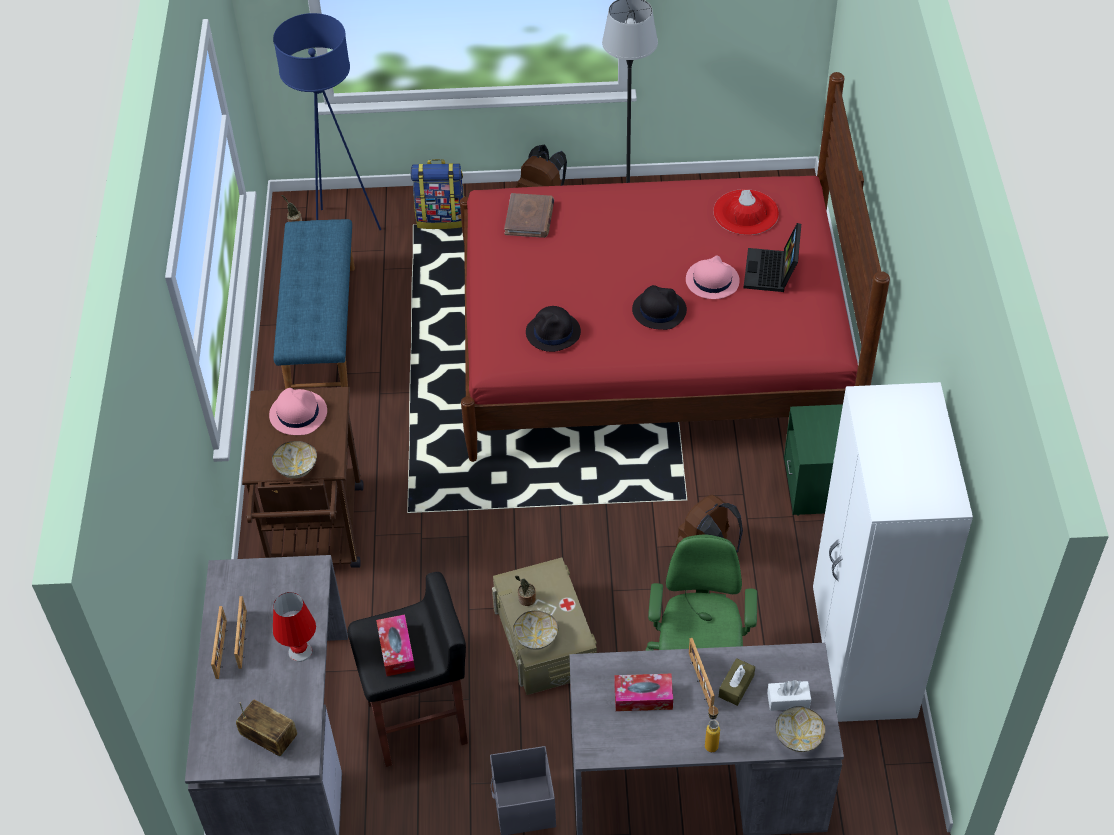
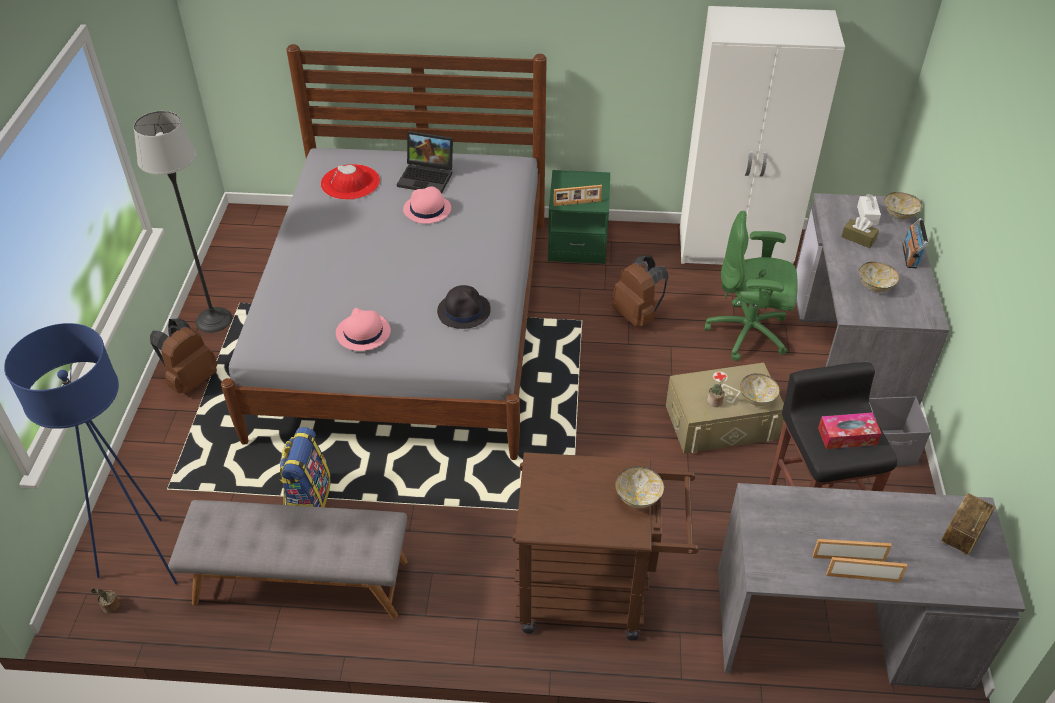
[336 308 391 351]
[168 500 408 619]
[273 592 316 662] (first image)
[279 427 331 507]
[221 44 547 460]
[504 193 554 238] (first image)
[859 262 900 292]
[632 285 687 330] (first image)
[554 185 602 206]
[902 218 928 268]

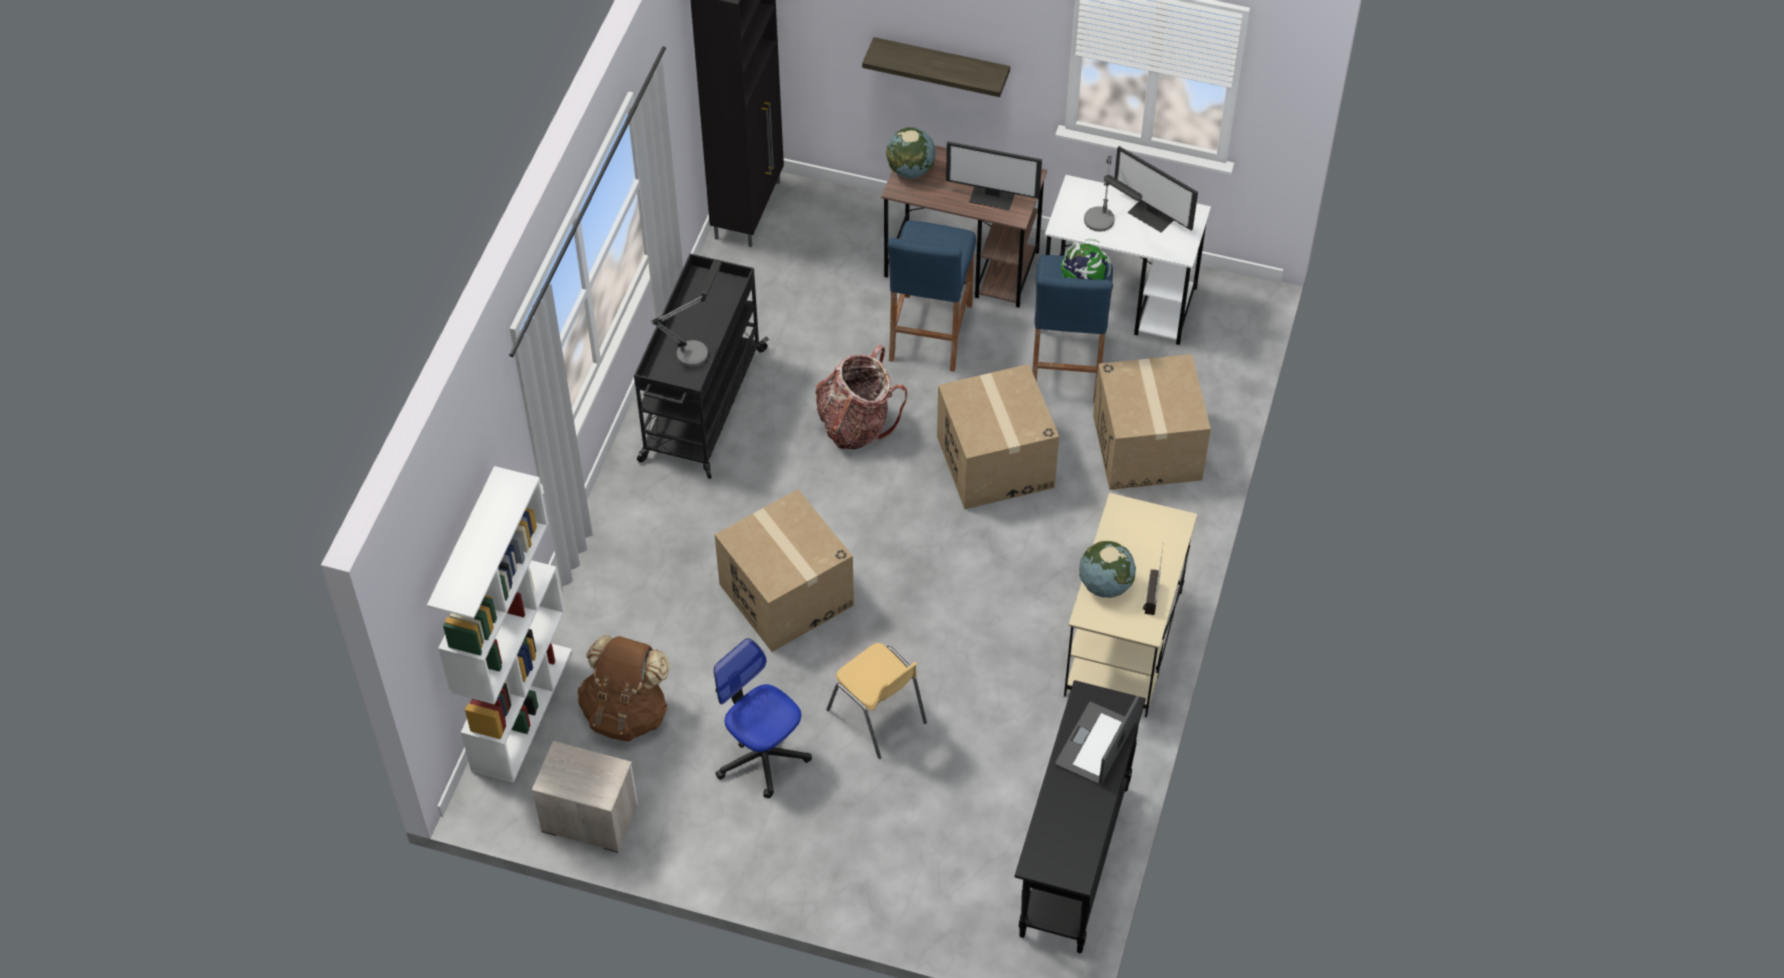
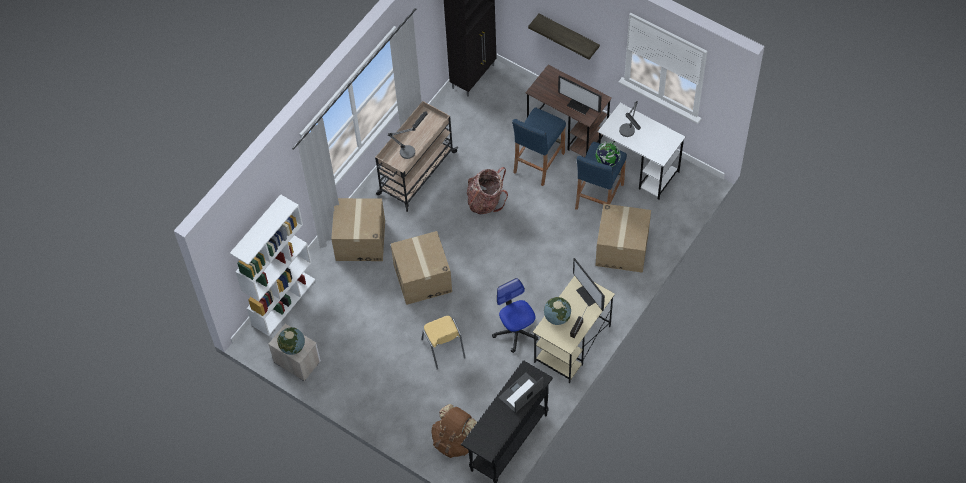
[431 404 477 458]
[375 101 458 212]
[492 278 538 353]
[277 327 305 355]
[331 198 385 261]
[573 258 605 311]

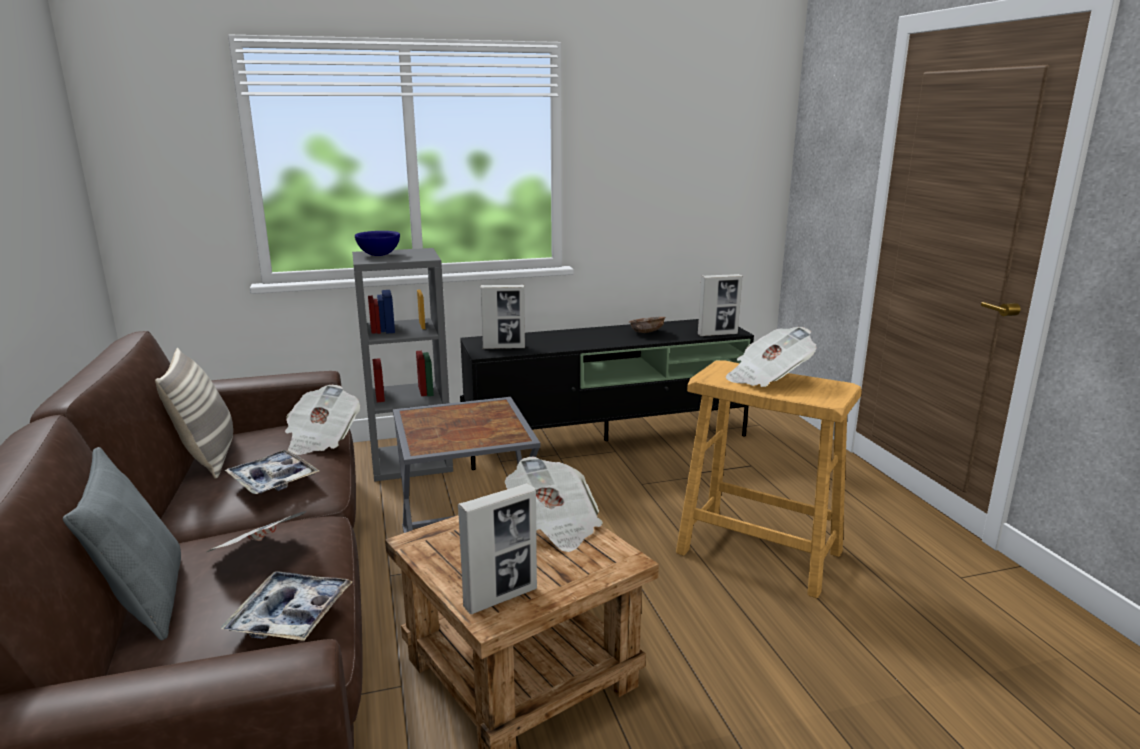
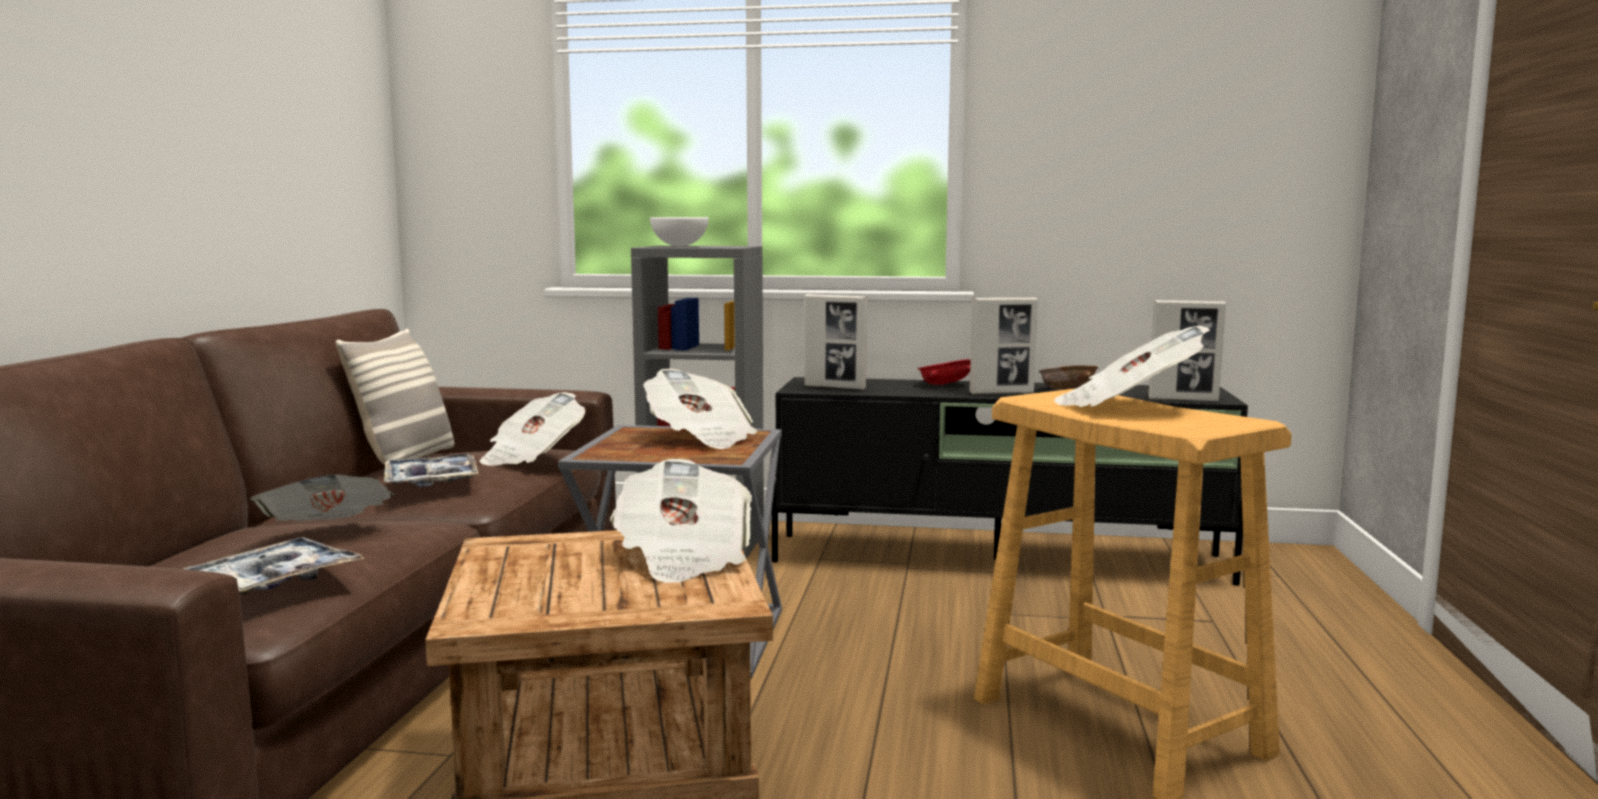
[63 447 181 640] (first image)
[650 217 709 246]
[969 297 1038 394]
[643 369 757 449]
[918 359 971 385]

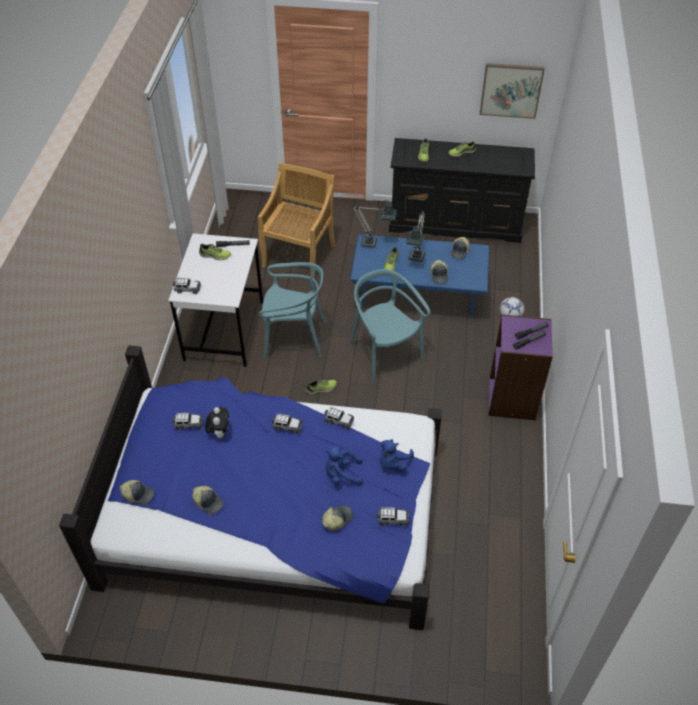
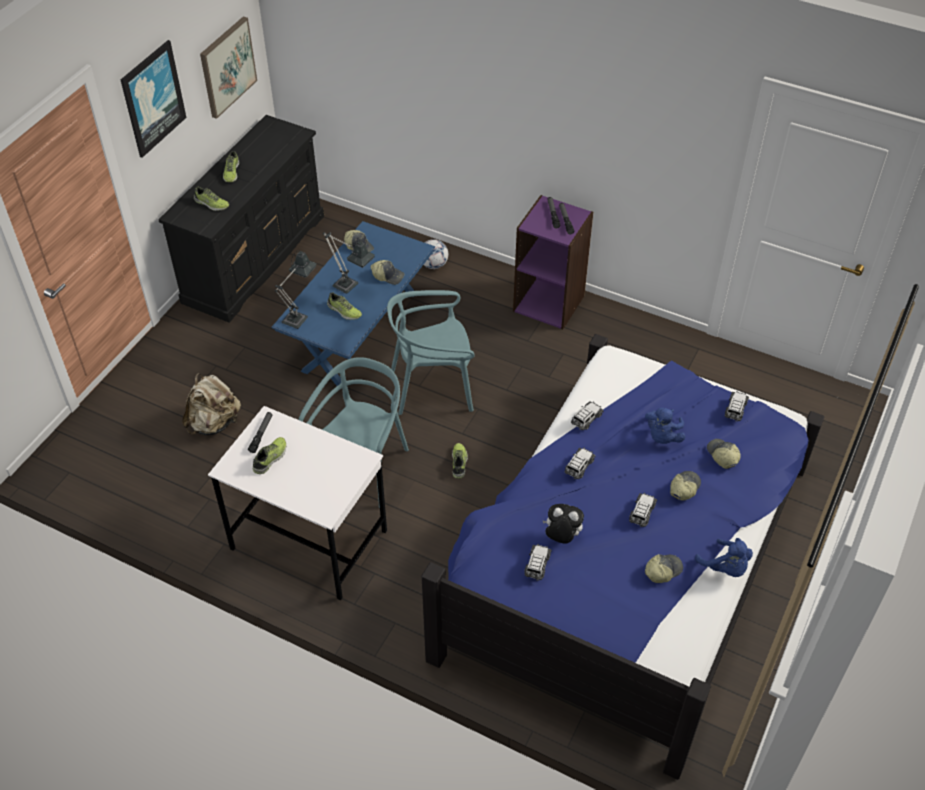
[670 471 701 501]
[629 493 657 527]
[182 373 241 435]
[695 538 753 577]
[121 40 187 158]

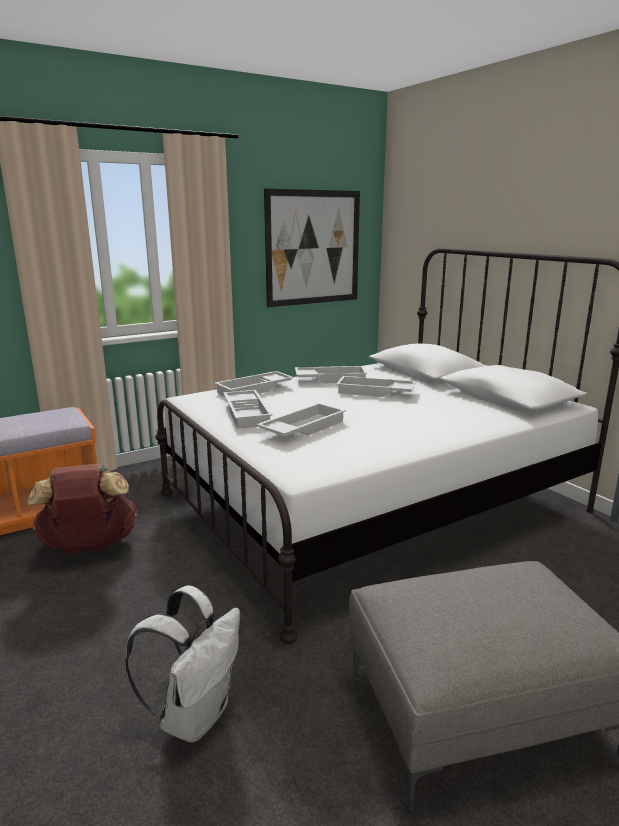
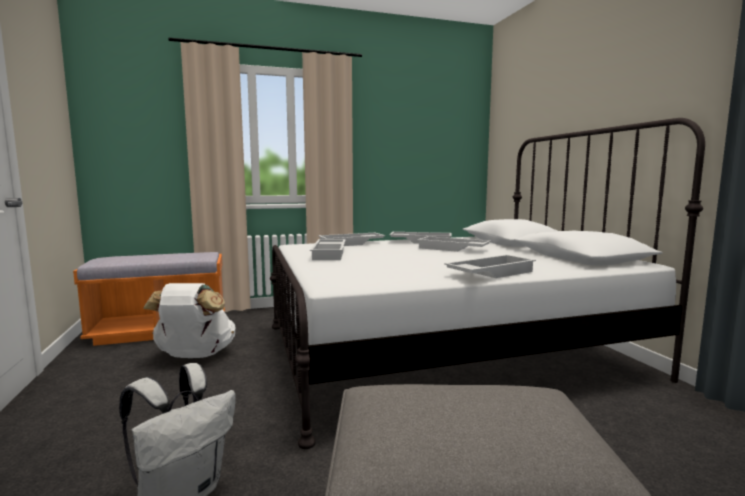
[143 283 236 358]
[444 255 536 278]
[264 189 360 307] (first image)

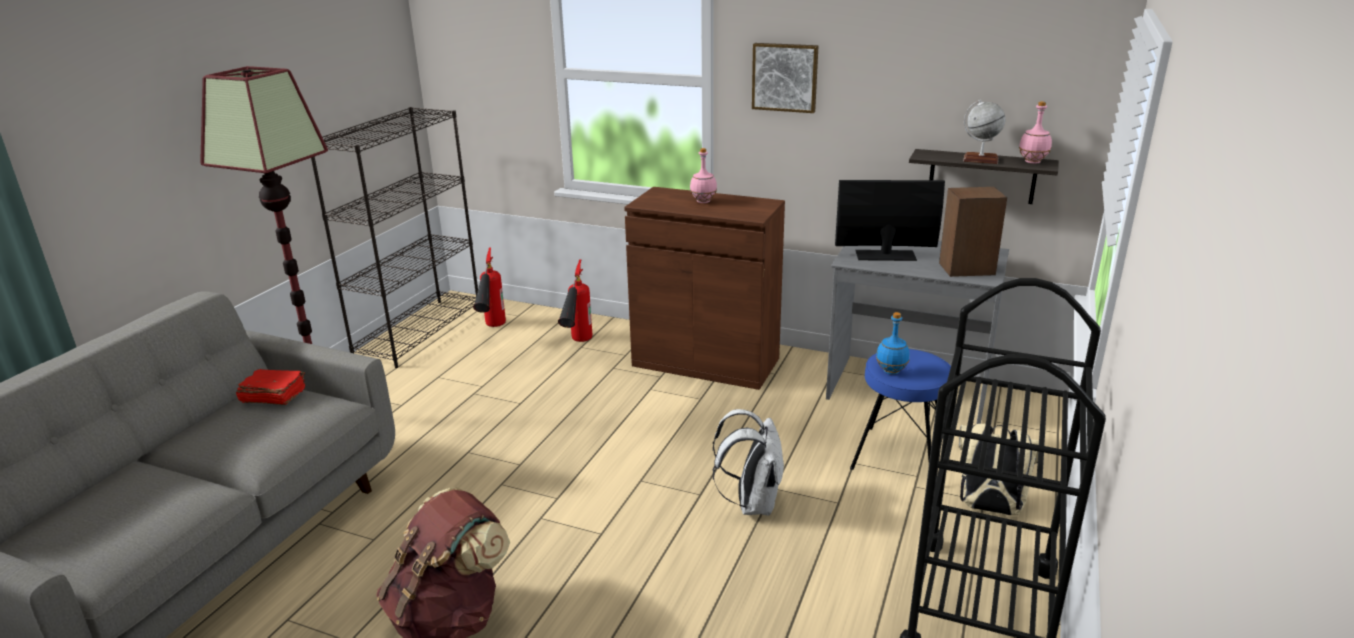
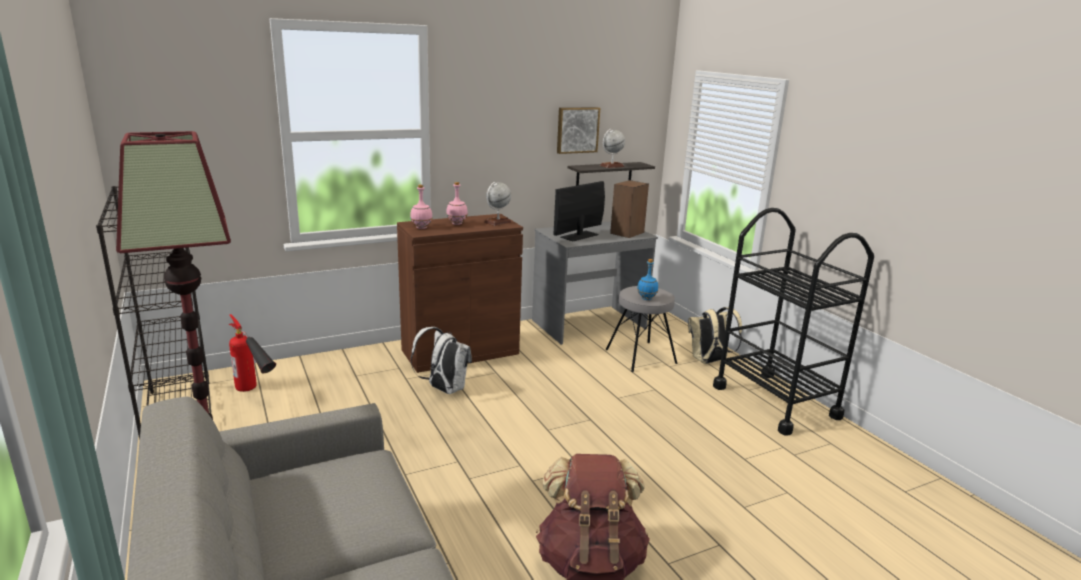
[236 369 305 405] (first image)
[558 259 592 342] (first image)
[411 327 472 394]
[557 107 600 154]
[605 286 678 372]
[410 184 433 229]
[484 182 512 226]

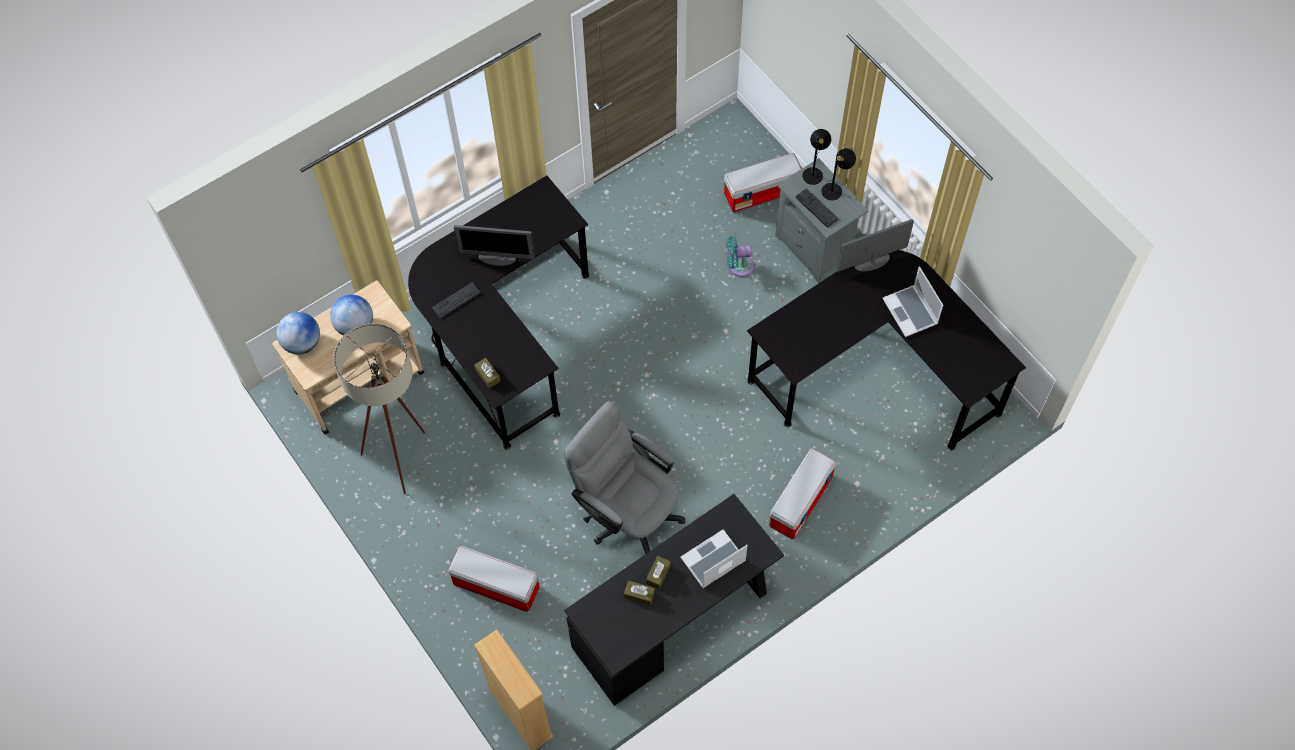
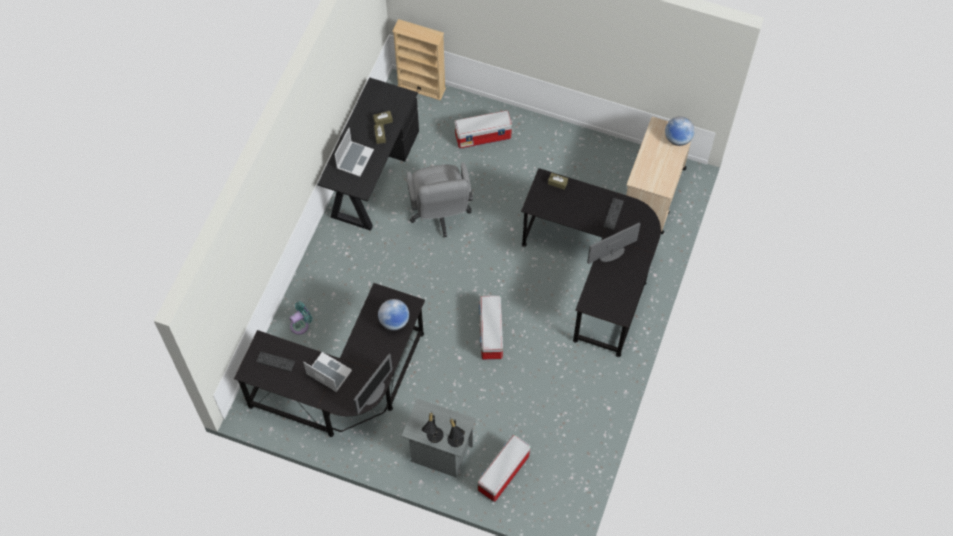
[378 299 409 330]
[333 323 425 494] (first image)
[406 162 473 237]
[289 301 313 335]
[479 295 503 360]
[256 352 295 372]

